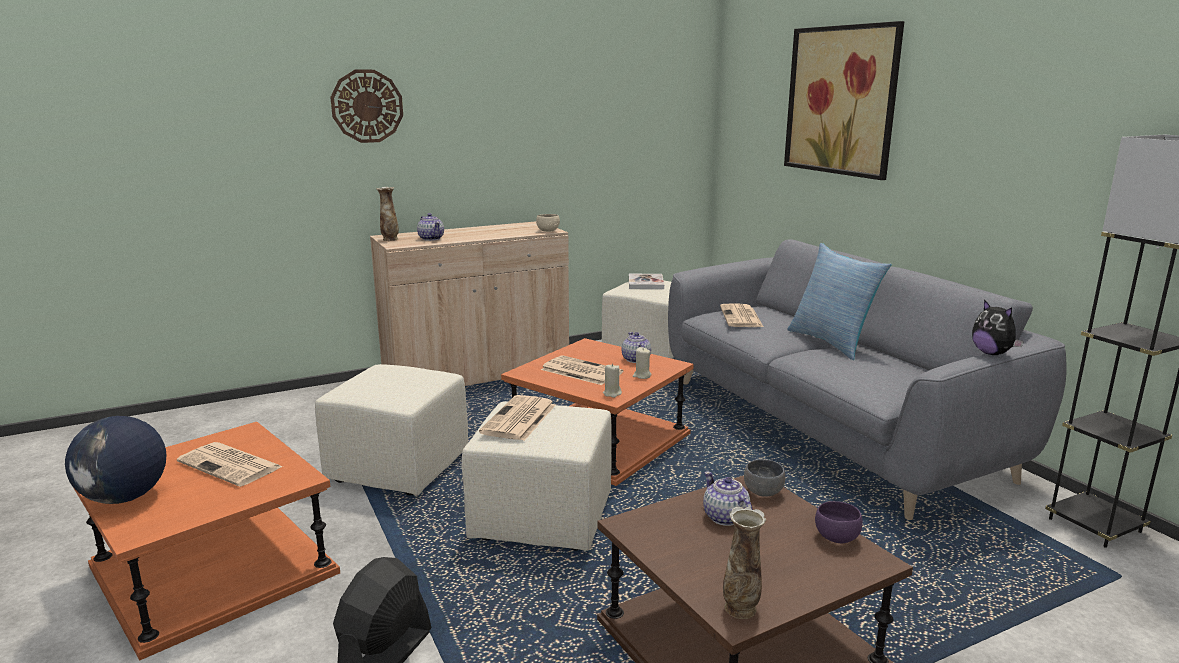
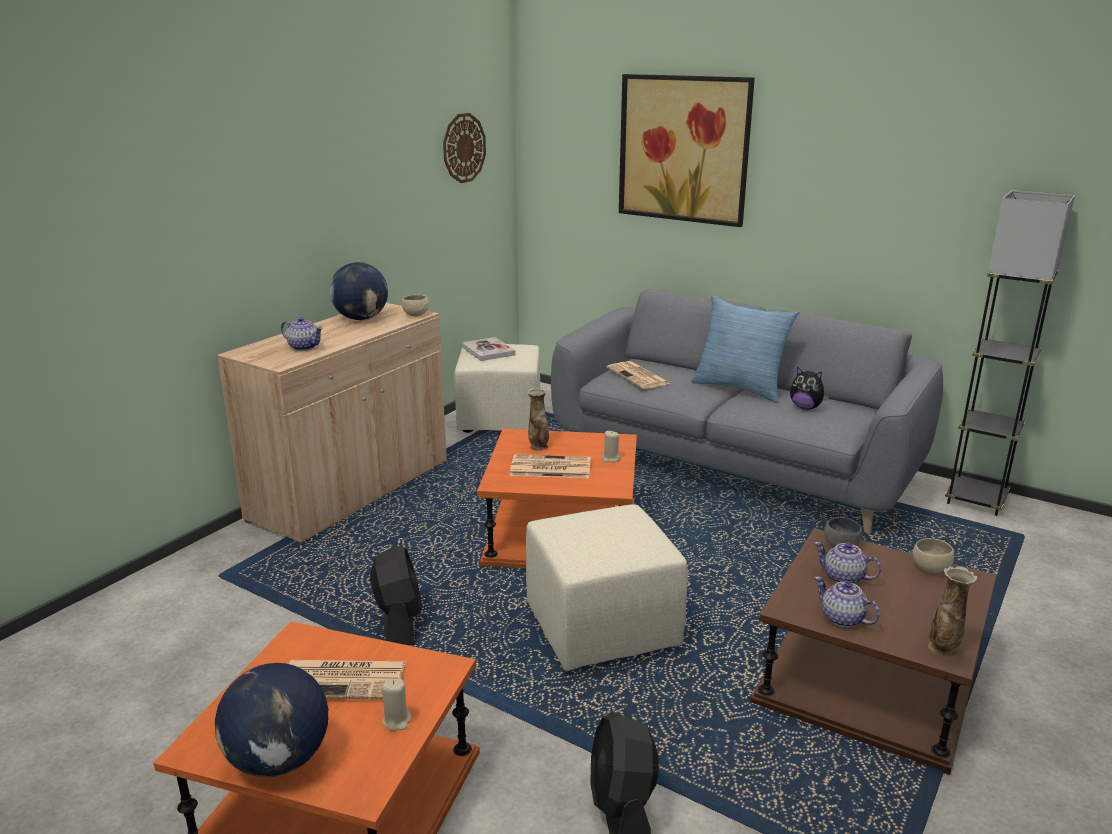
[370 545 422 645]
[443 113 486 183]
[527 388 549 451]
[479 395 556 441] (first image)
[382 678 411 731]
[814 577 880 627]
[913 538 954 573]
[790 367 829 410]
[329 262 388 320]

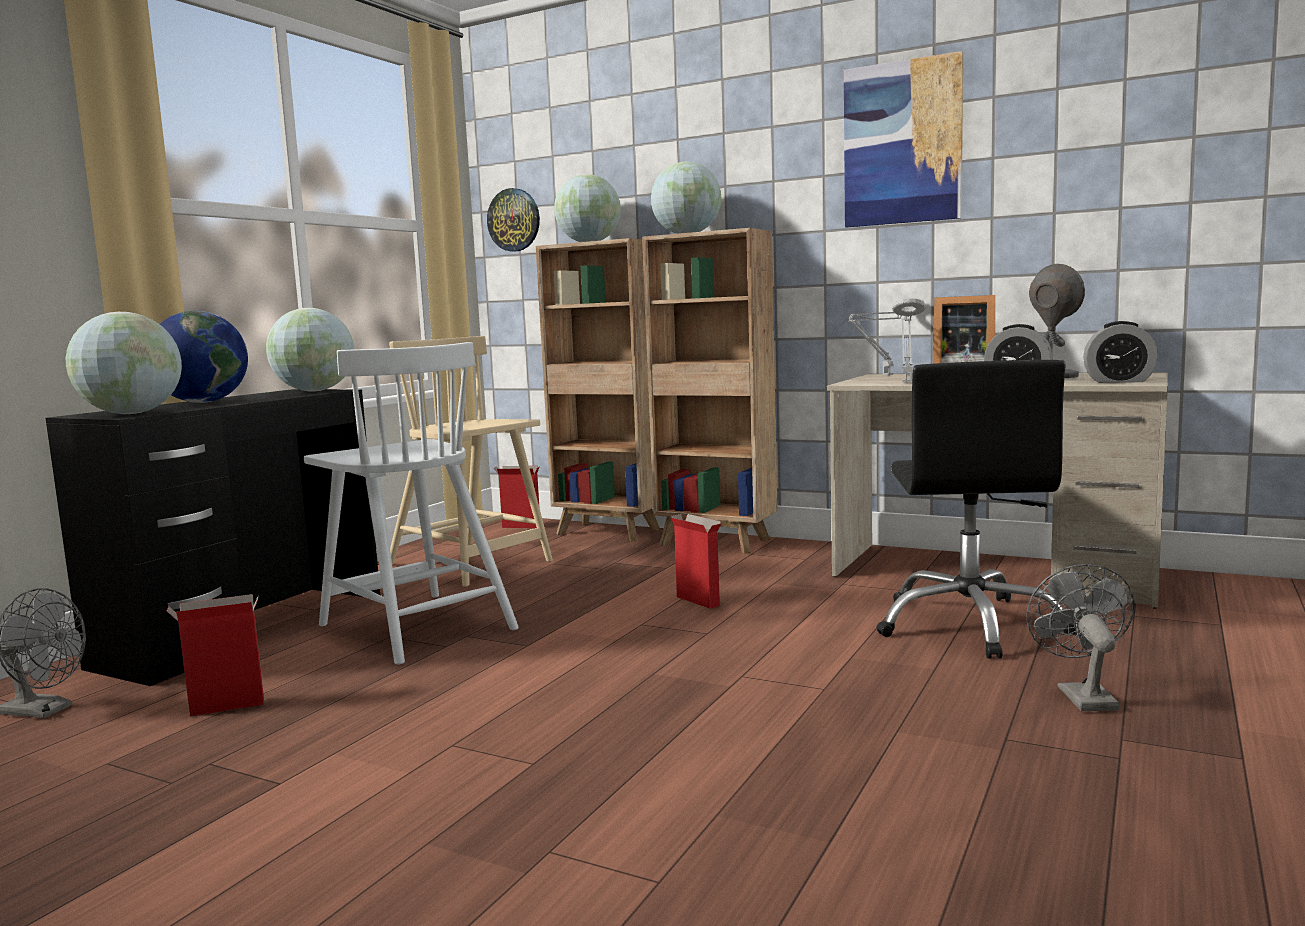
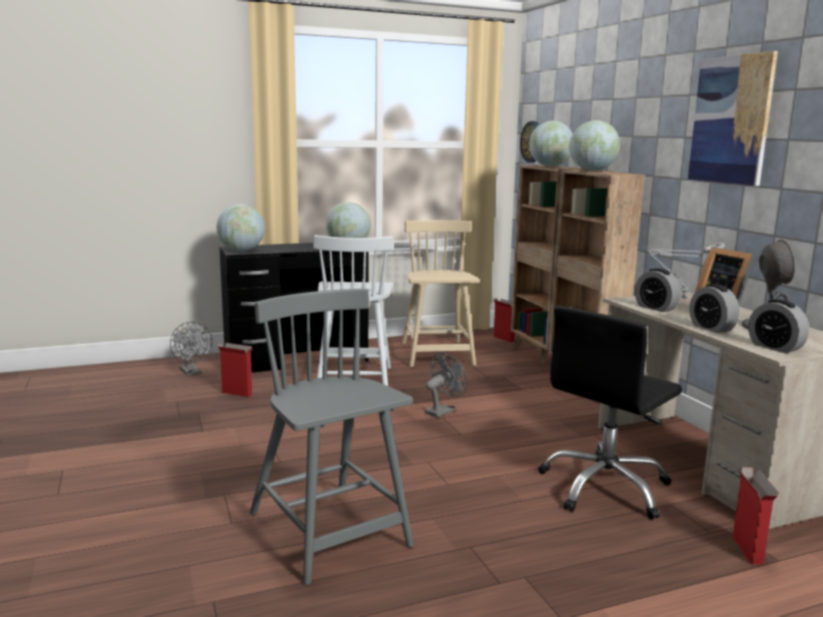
[160 311 248 403] (first image)
[733 467 779 565]
[635 268 681 312]
[425 352 467 418]
[250 289 414 585]

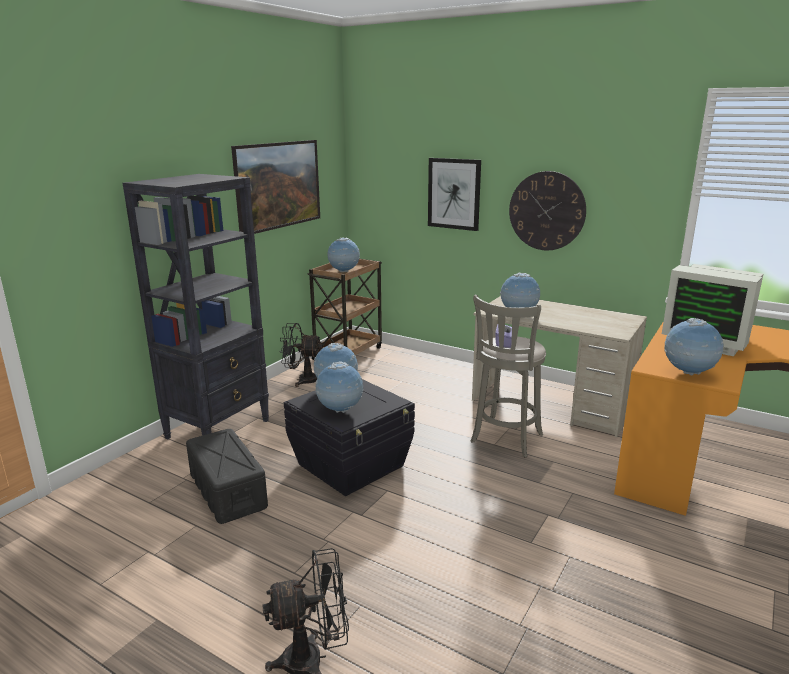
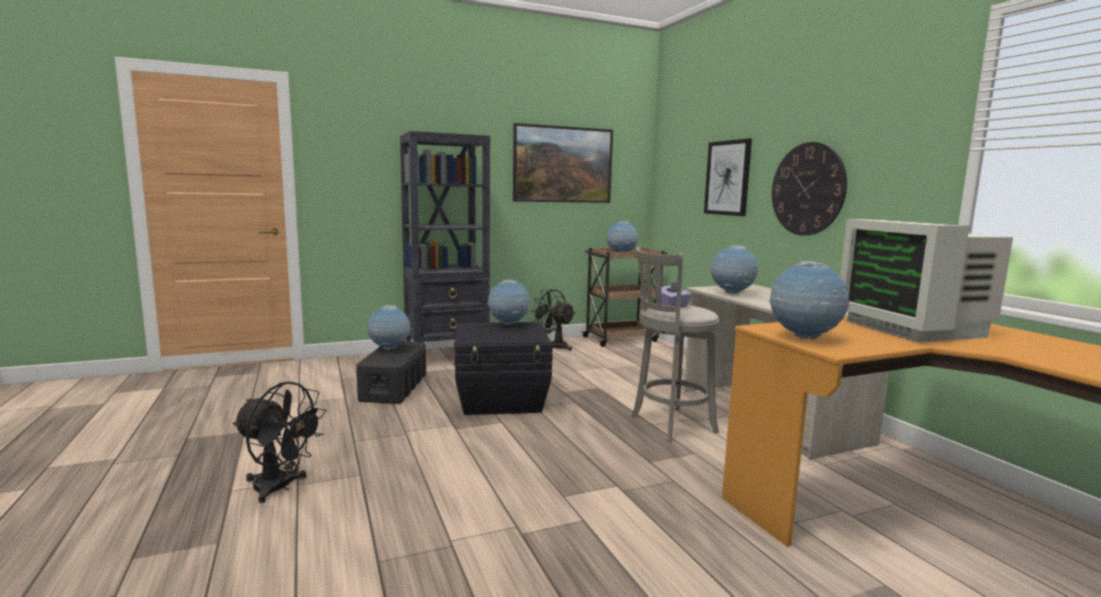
[367 305 410 350]

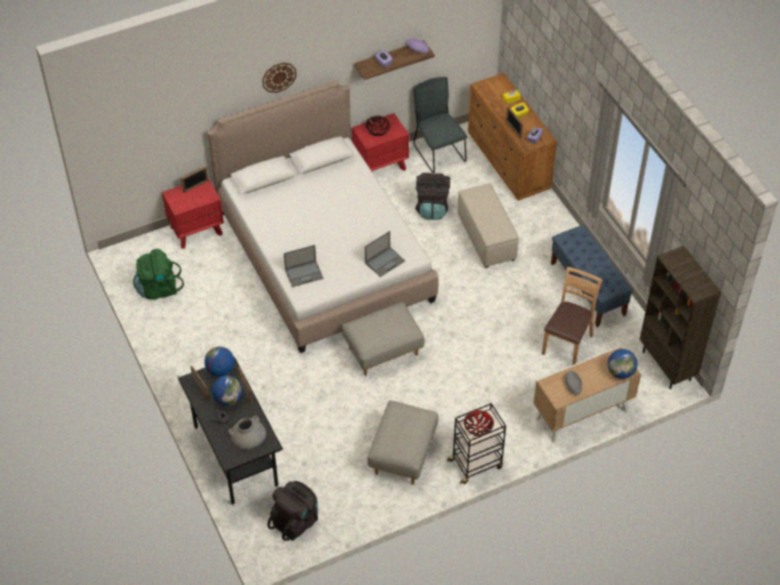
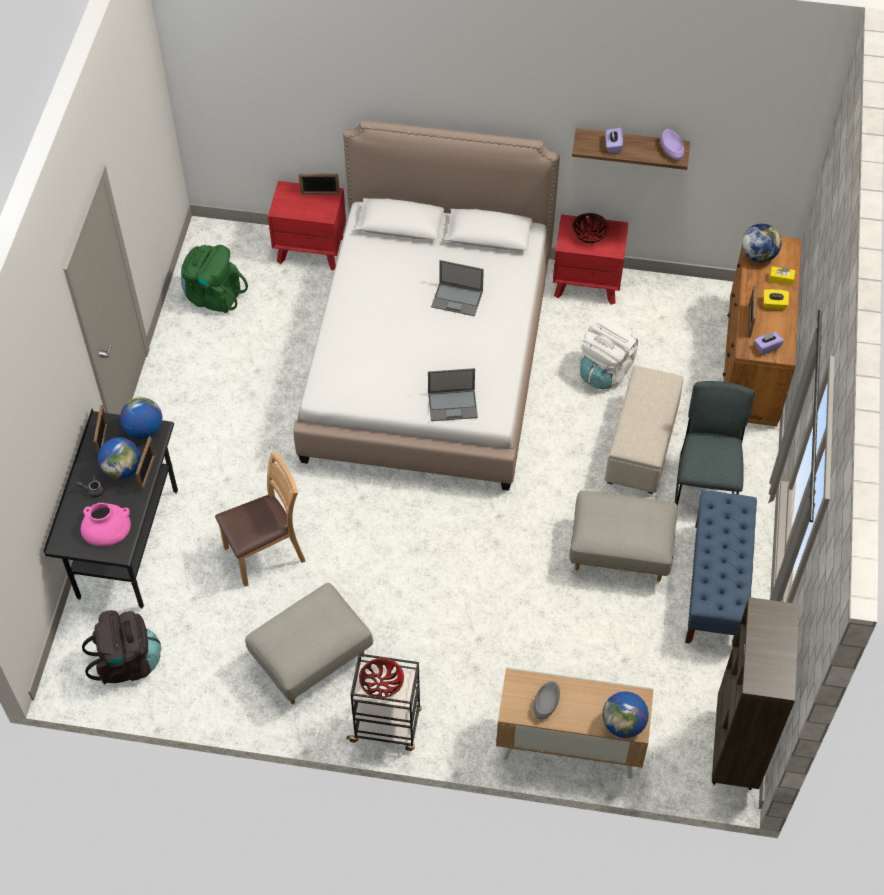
[81 503 131 546]
[262 63 297 93] (first image)
[431 260 484 316]
[569 490 678 582]
[675 381 755 506]
[578 318 638 390]
[215 451 306 587]
[742 223 782 263]

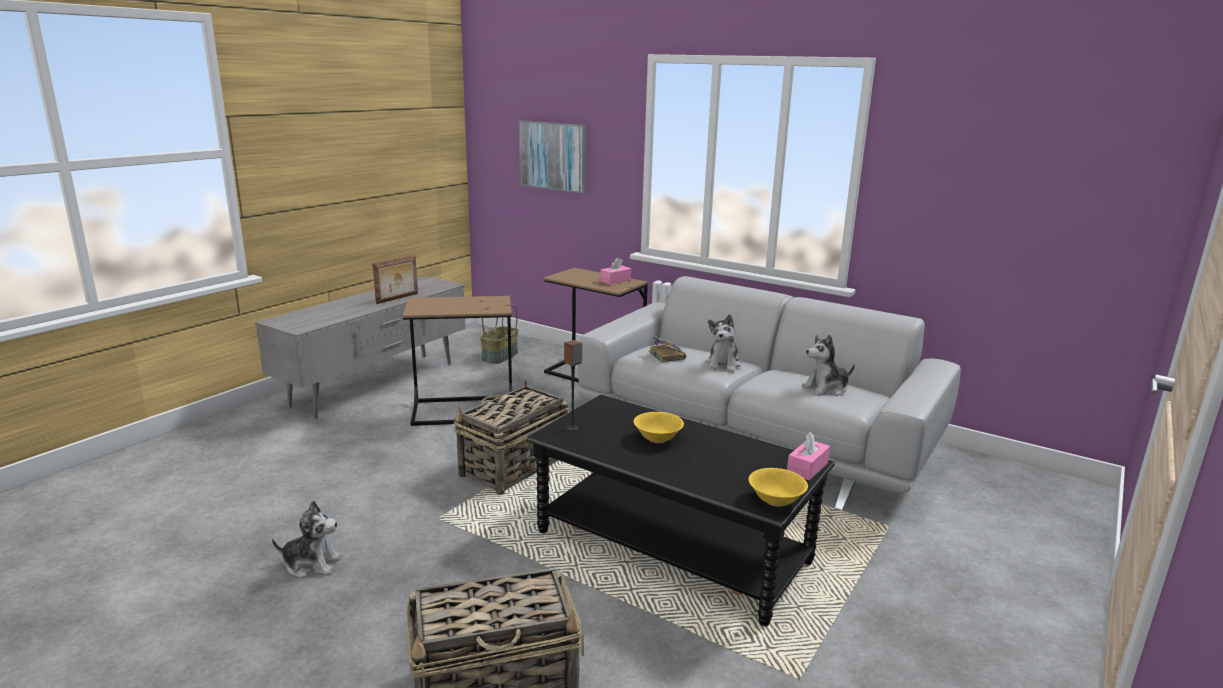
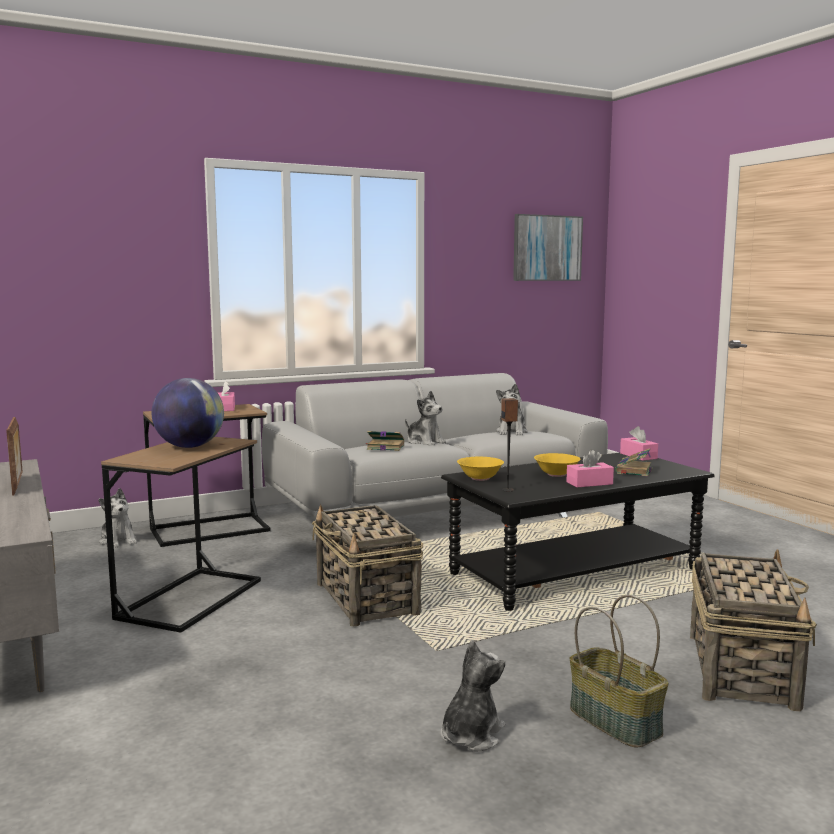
[570 595 668 748]
[513 214 583 281]
[457 457 504 481]
[98 488 137 548]
[152 378 224 448]
[566 449 614 487]
[615 448 653 477]

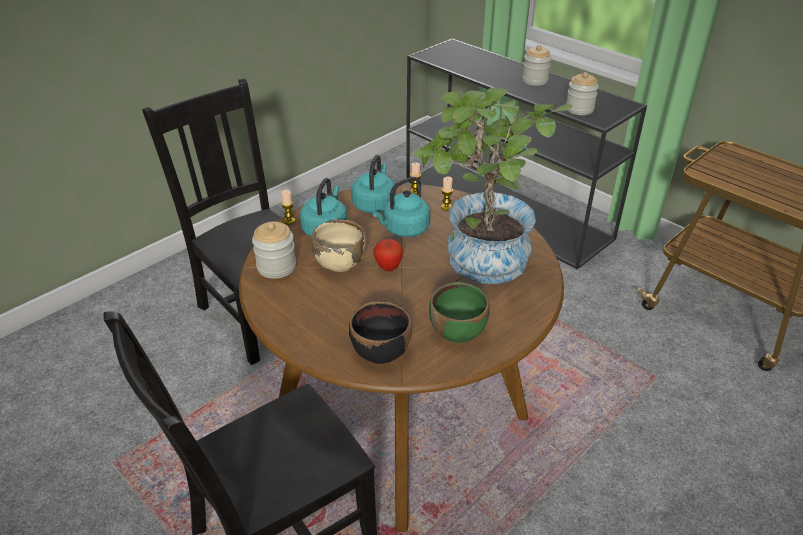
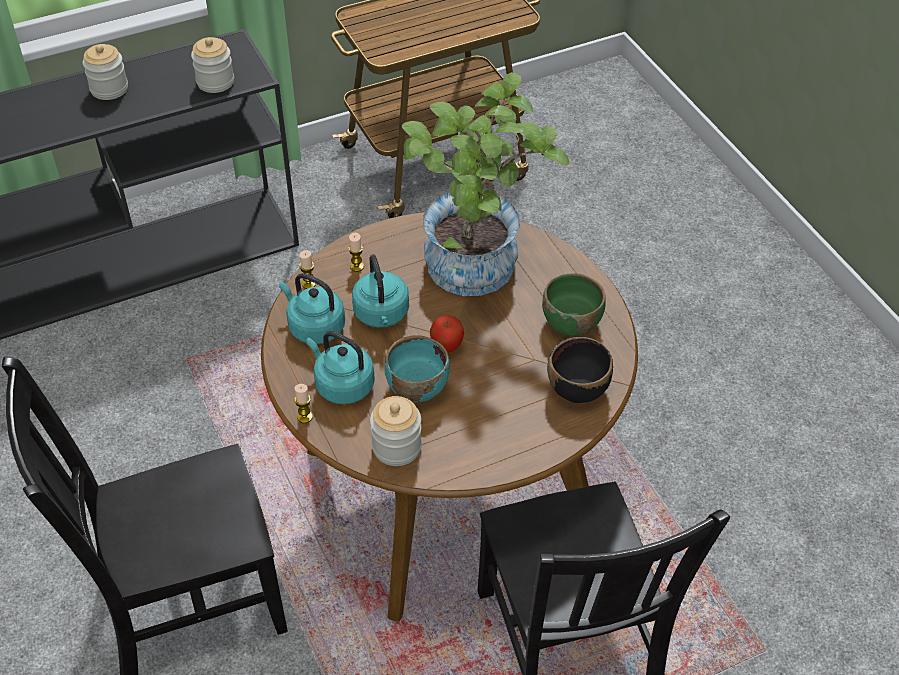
[385 335 450 402]

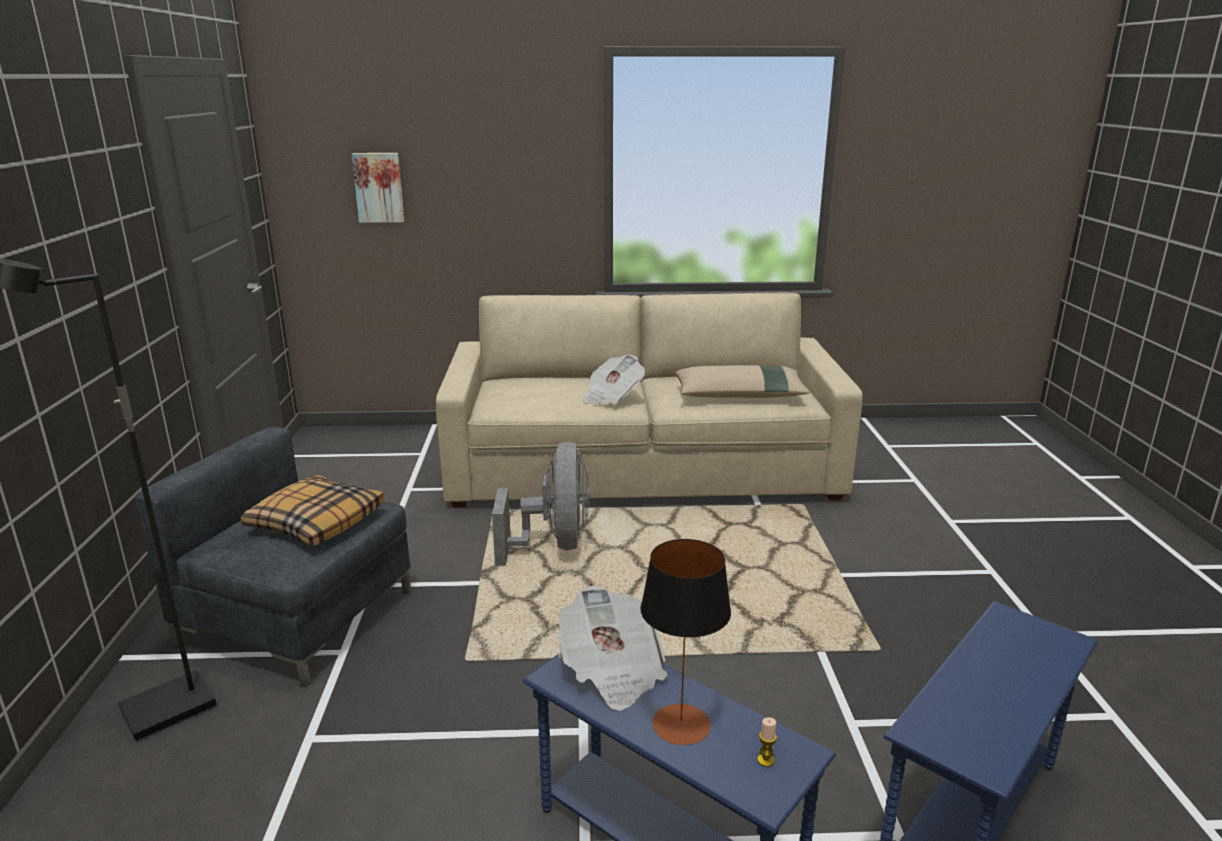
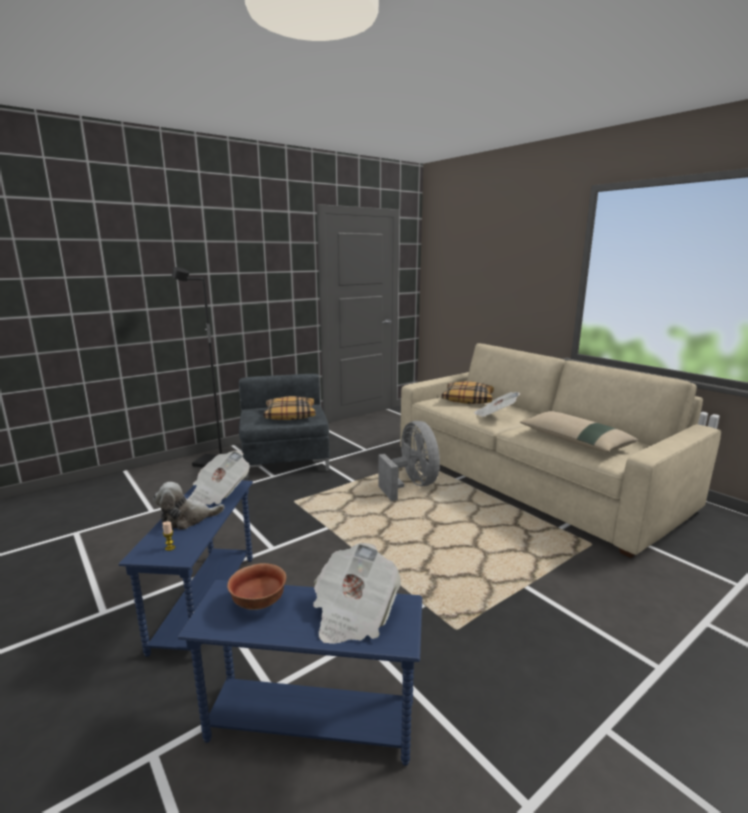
[352 153 404 223] (first image)
[378 421 440 501]
[153 482 225 530]
[227 563 286 610]
[313 543 401 644]
[442 381 494 404]

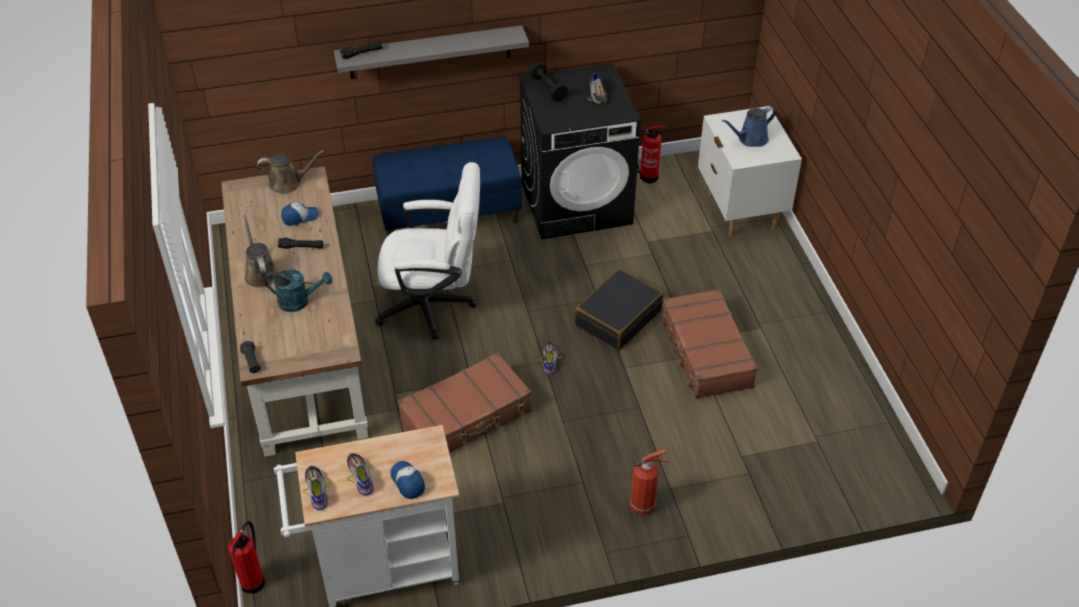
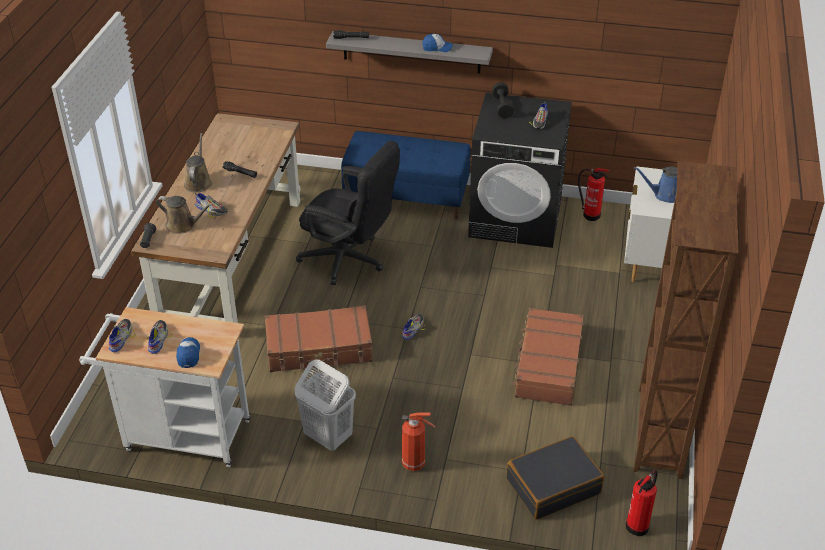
[626 469 658 536]
[156 196 213 234]
[195 193 228 217]
[422 34 453 52]
[296 141 400 285]
[506 436 604 520]
[295 359 356 451]
[633 161 738 479]

